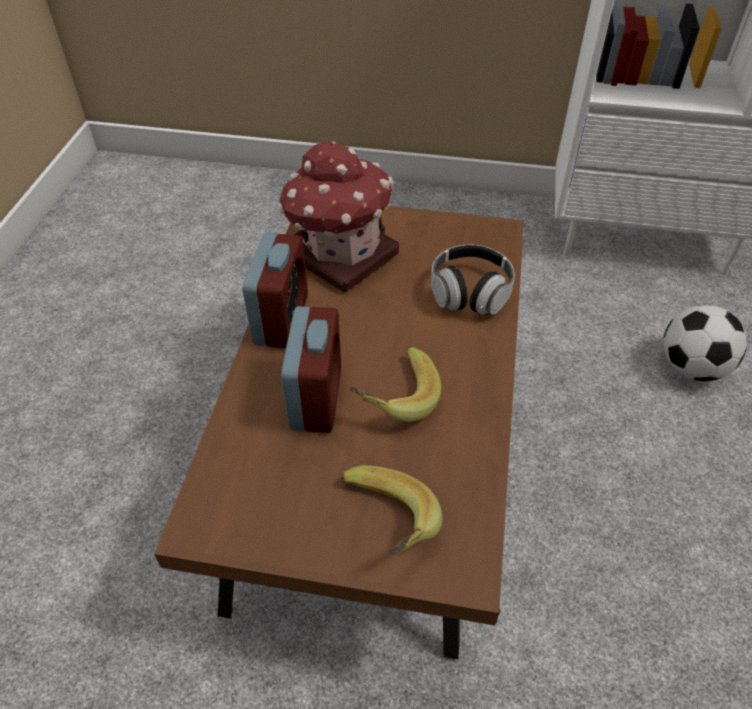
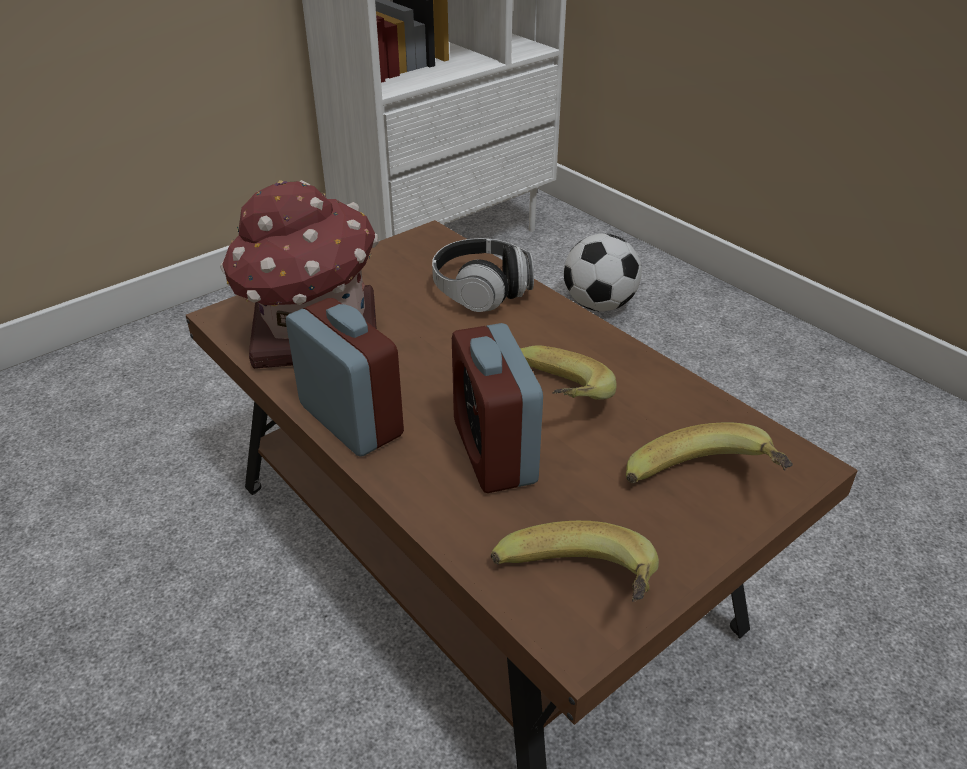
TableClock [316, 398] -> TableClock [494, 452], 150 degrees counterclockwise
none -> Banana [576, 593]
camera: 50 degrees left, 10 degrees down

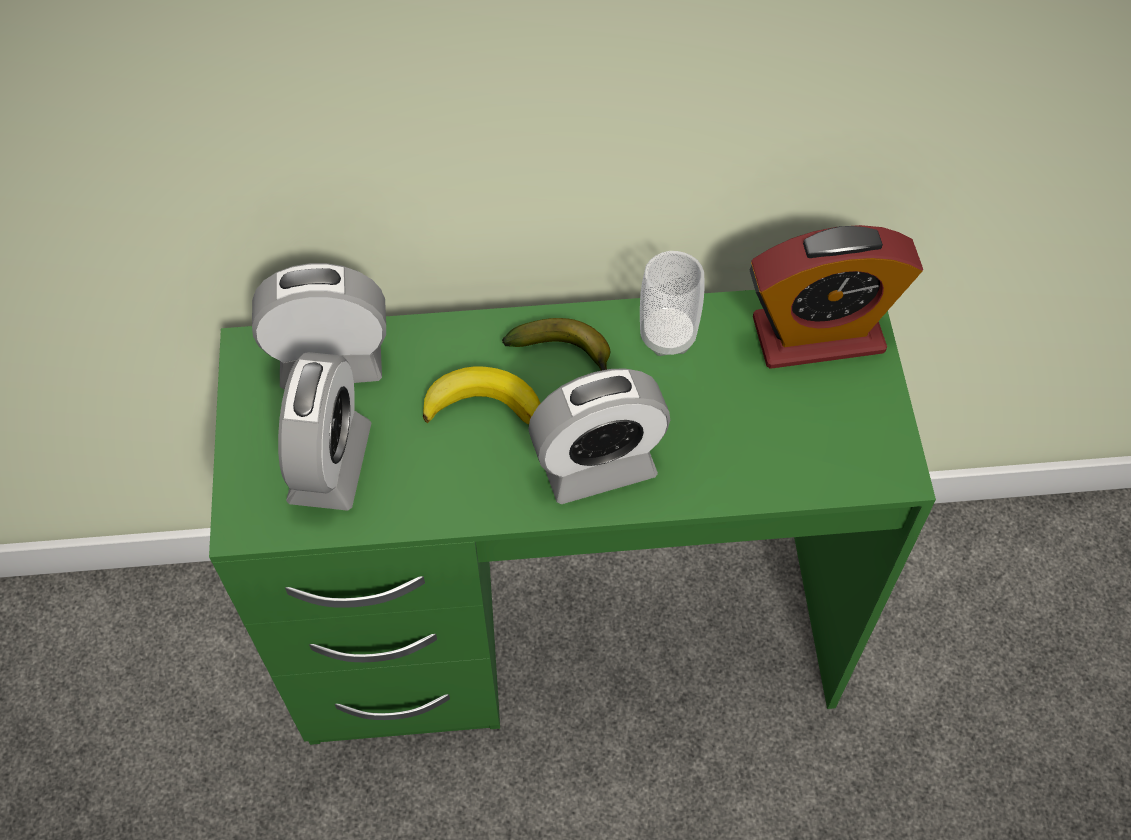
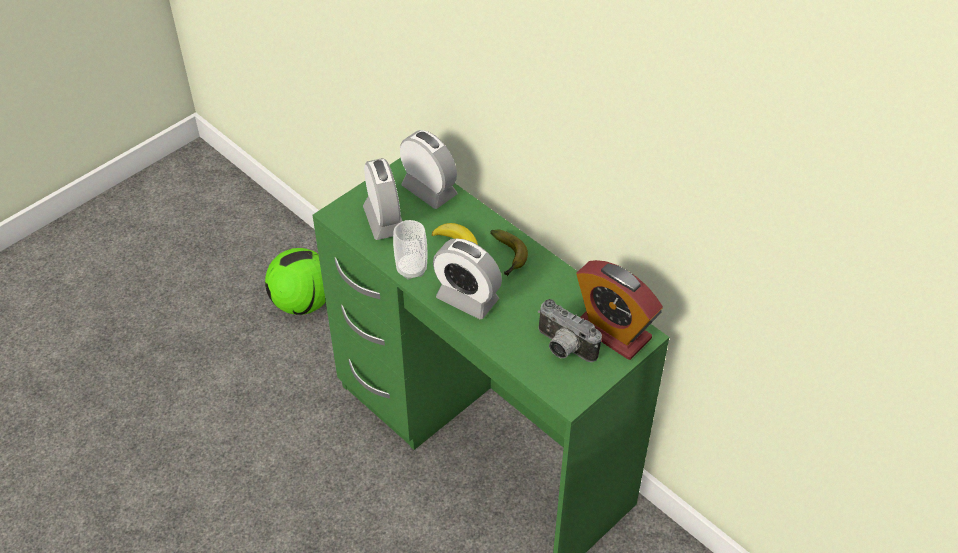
Cup [667, 336] -> Cup [411, 269], moved
TableClock [330, 463] -> TableClock [384, 220], 75 degrees counterclockwise
none -> BallForFootball [303, 302]
none -> PhotoCamera [563, 348]
camera: 50 degrees right, 10 degrees down

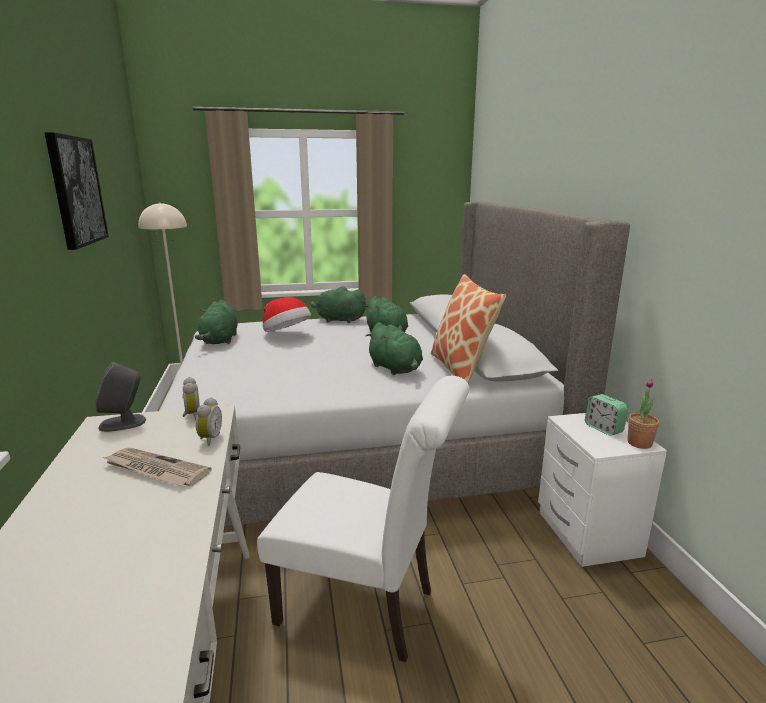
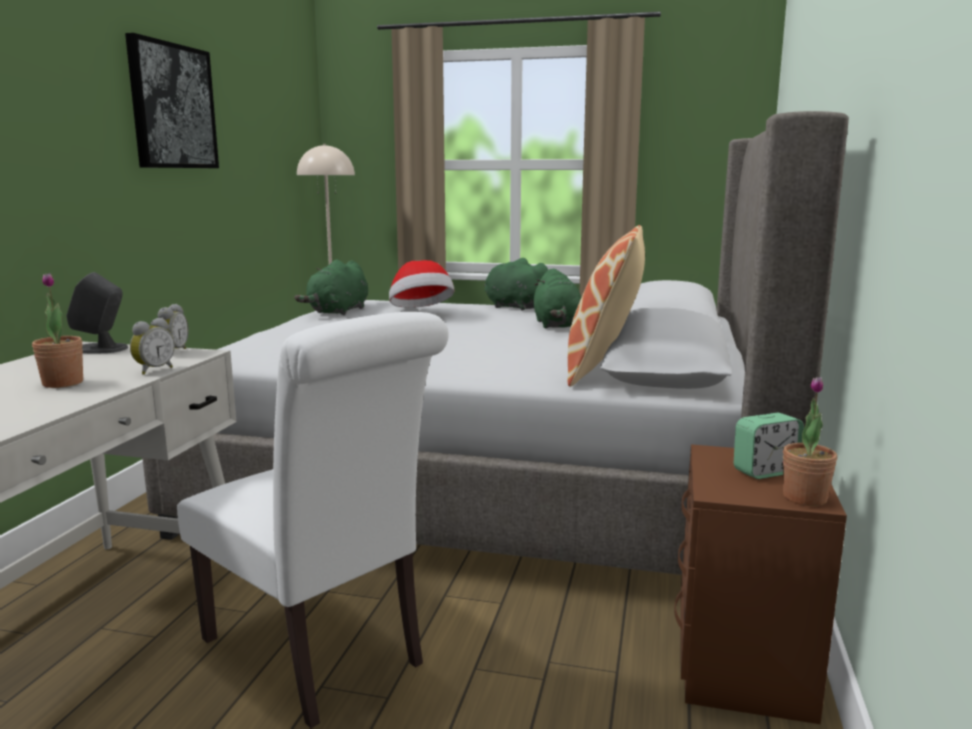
GreenishSoftToy [396, 369] -> none
TableClock [603, 428] -> TableClock [765, 471], 105 degrees counterclockwise
WhitishBedsideTable [587, 535] -> BrownColouredBedsideTable [740, 666]
DailyPaper [155, 470] -> Houseplant [63, 383]
camera: 25 degrees right, 5 degrees down

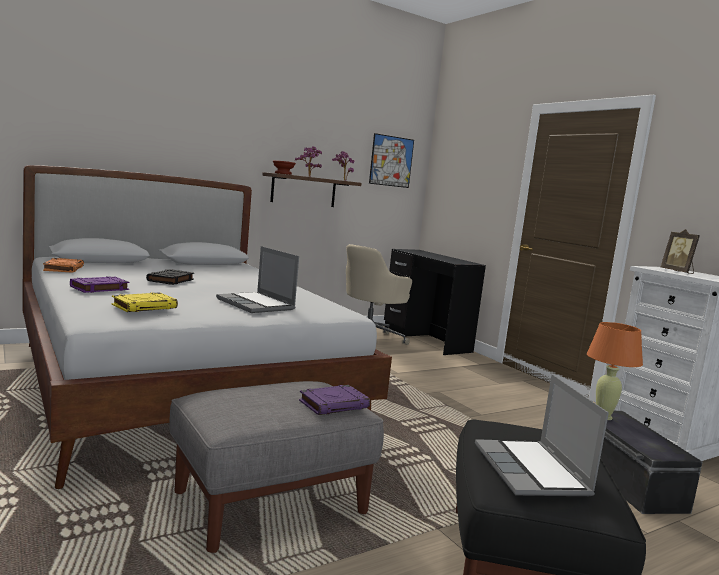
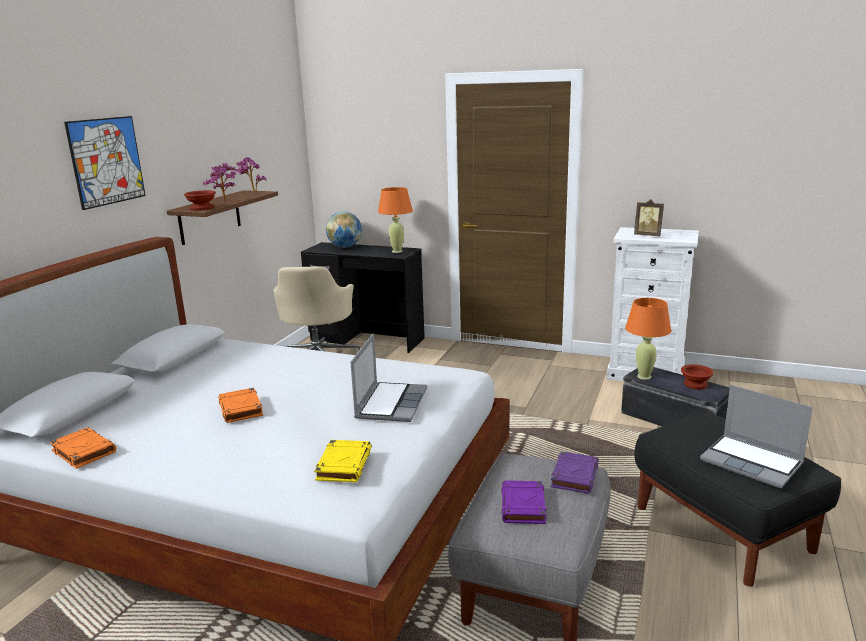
WallArt [391, 161] -> WallArt [106, 161], moved
Laptop [257, 304] -> Laptop [390, 403], 90 degrees counterclockwise
BlackColouredVolume [170, 280] -> OrangeVolume [241, 409]
PurplishVolume [99, 288] -> PurplishVolume [523, 506], moved
none -> OrangeTabletopLamp [397, 251]
none -> Globe [345, 247]
none -> BrownColouredDeepDish [695, 385]
camera: 35 degrees left, 10 degrees up

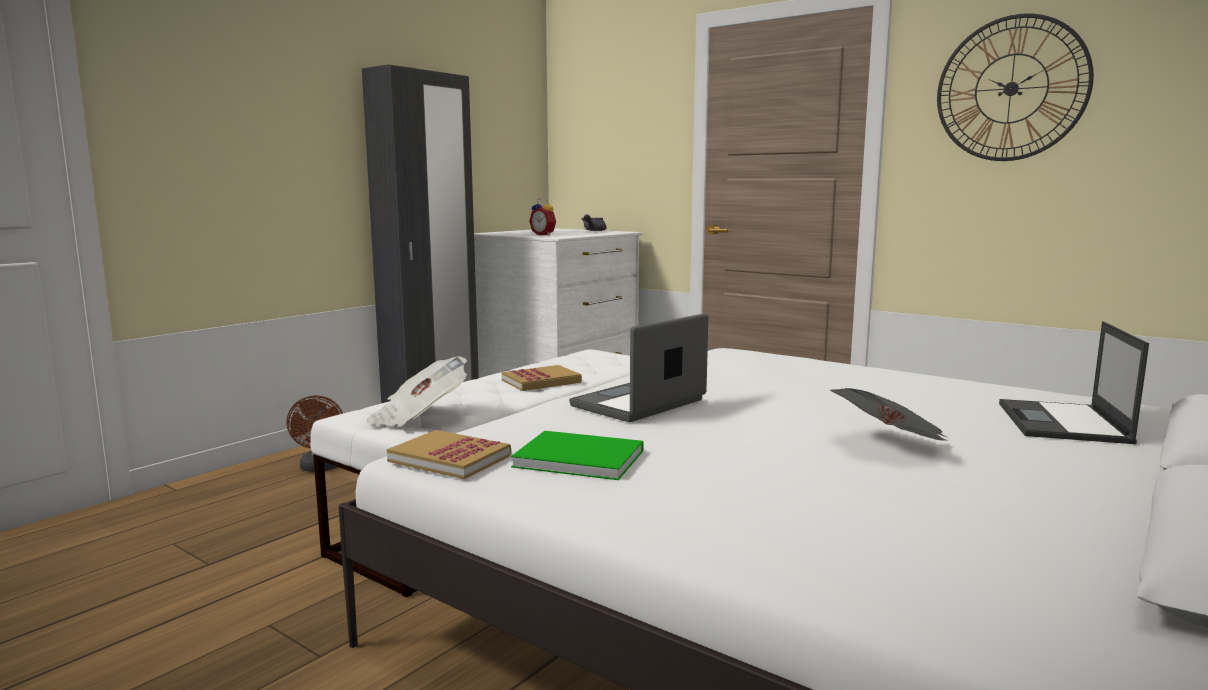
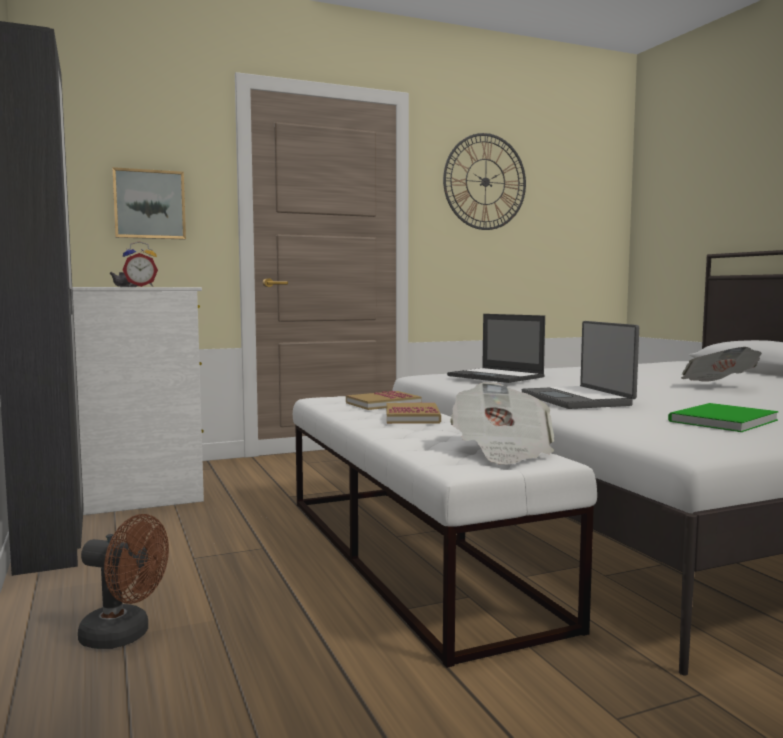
Laptop [1063, 423] -> Laptop [496, 376], moved
Volume [450, 458] -> Volume [383, 403], moved
none -> WallArt [149, 204]
camera: 60 degrees left, 5 degrees down

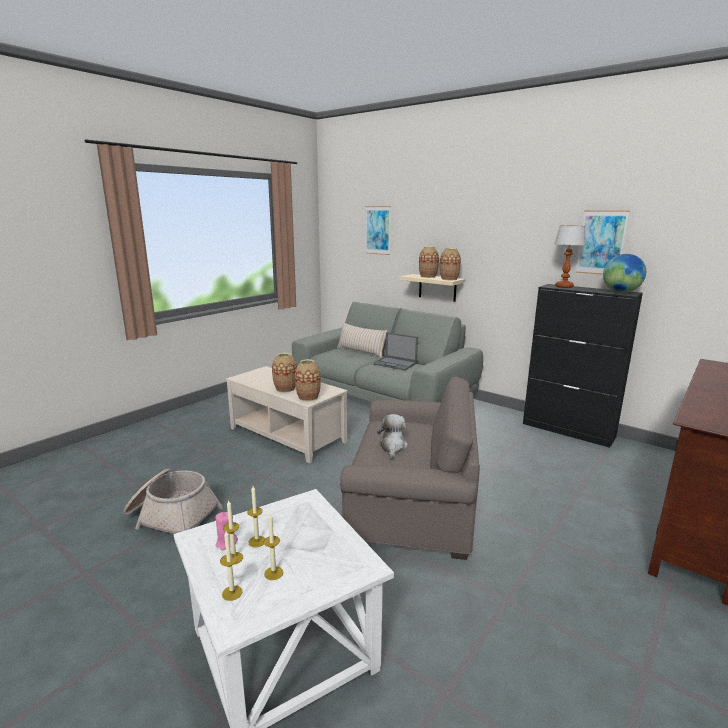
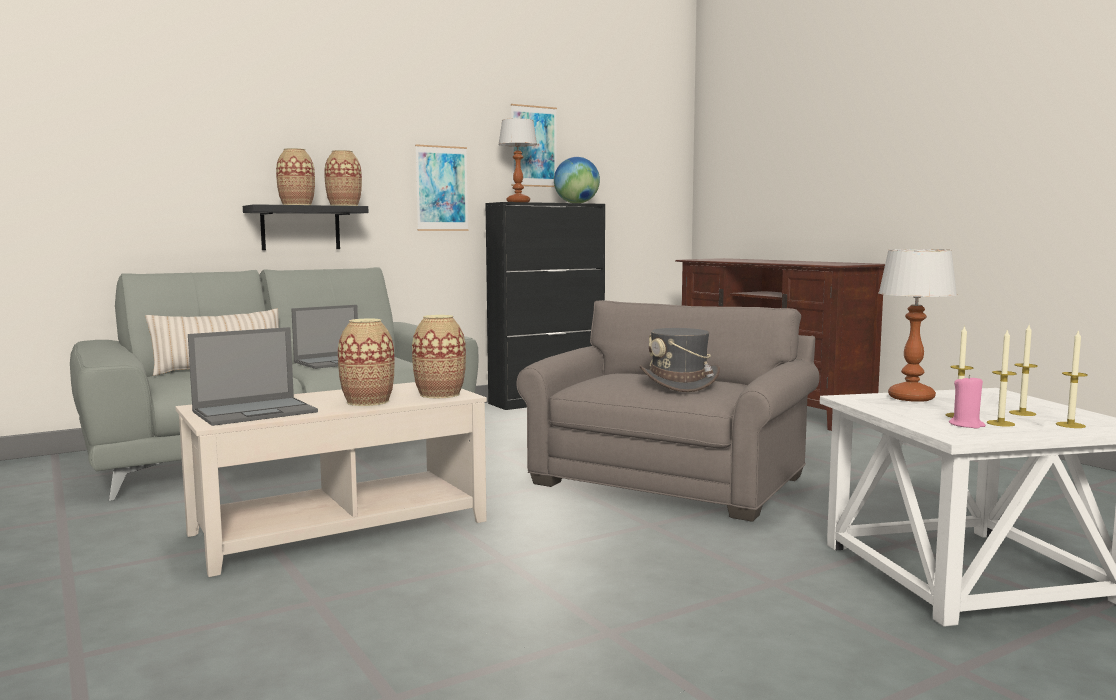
WallArt [377, 230] -> WallArt [441, 188], moved
SandColouredShelf [437, 287] -> BlackColouredShelf [300, 228]
SoftToy [392, 447] -> GreyishHat [679, 384]
StorageBasket [172, 516] -> none
none -> TabletopLamp [912, 398]
none -> Laptop [256, 412]
camera: 70 degrees left, 10 degrees down

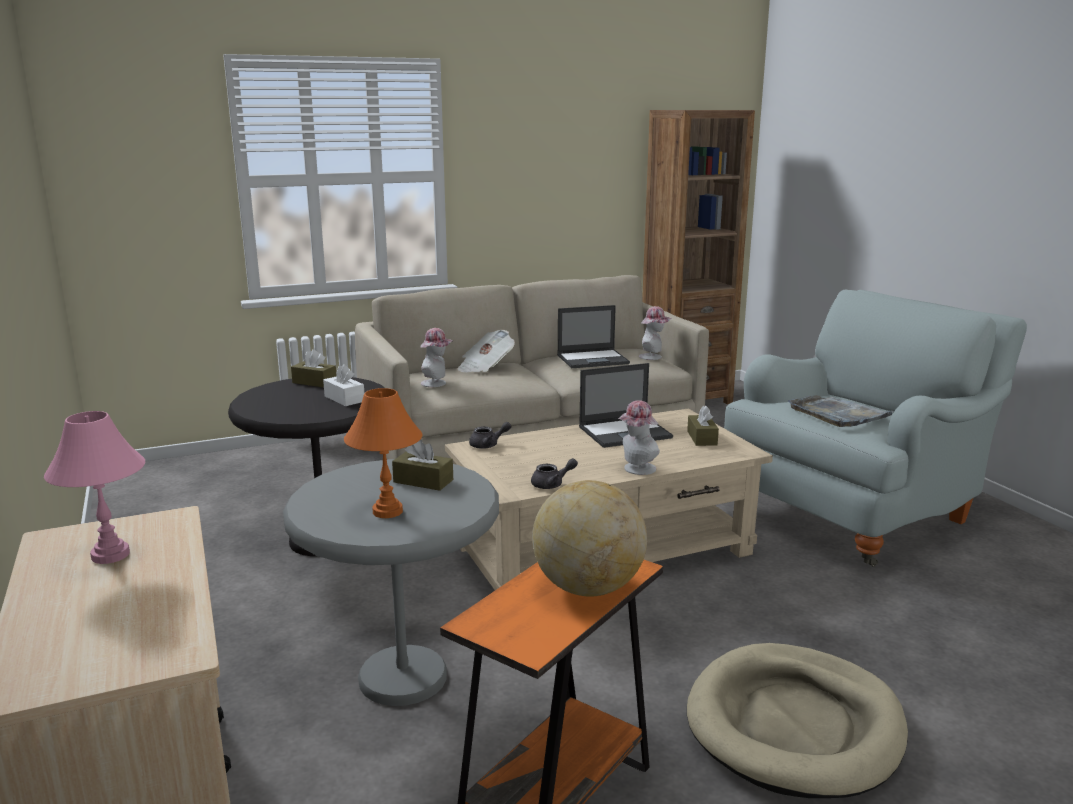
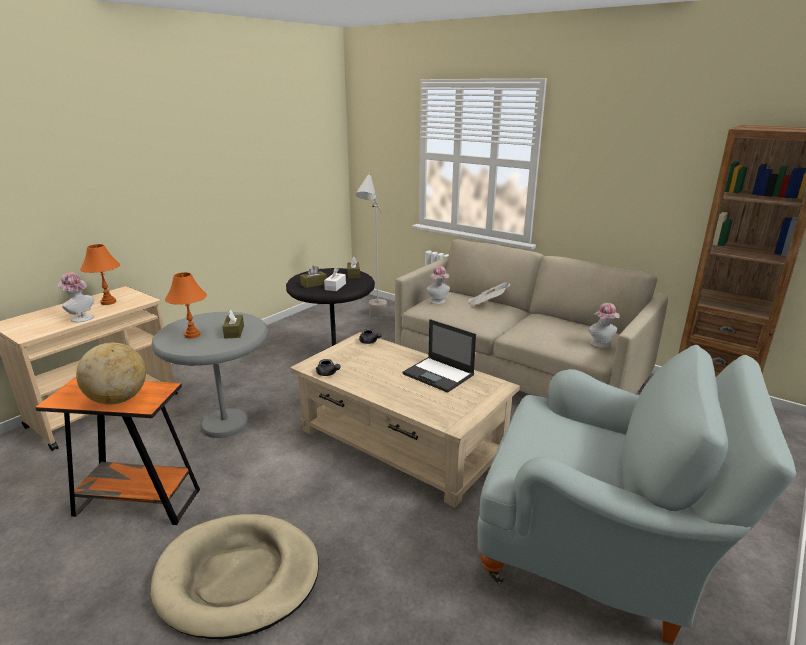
Laptop [593, 359] -> none
GreyishCarryingTray [838, 414] -> none
Hat [636, 469] -> Hat [80, 317], moved
BrownColouredTissueBox [702, 438] -> BrownColouredTissueBox [313, 284], moved
PinkTabletopLamp [109, 555] -> OrangeTabletopLamp [108, 302]
none -> GreyishStandardLamp [374, 319]
camera: 60 degrees right, 5 degrees up

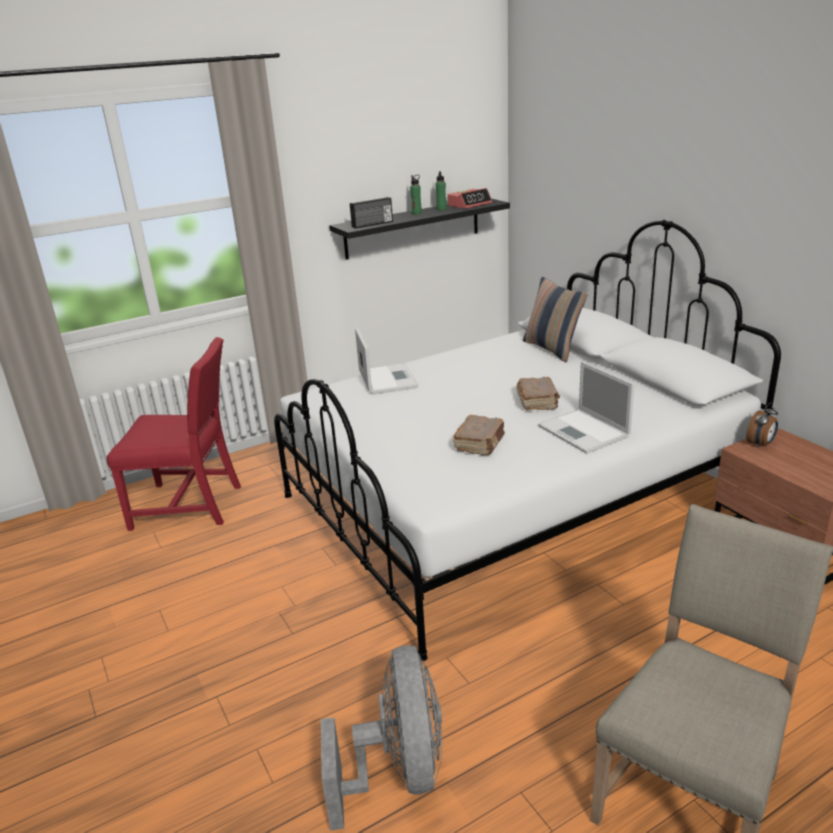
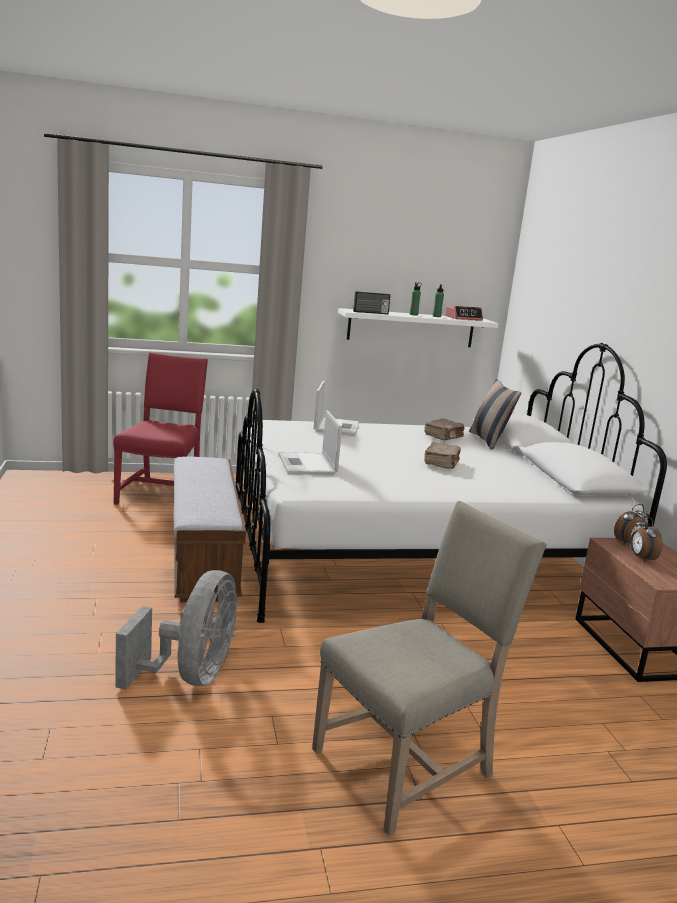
BlackColouredShelf [413, 228] -> WhitishShelf [411, 328]
RedChair [191, 505] -> RedChair [162, 494], 105 degrees counterclockwise
Laptop [585, 432] -> Laptop [307, 465], moved
BrownColouredVolume [480, 444] -> BrownColouredVolume [444, 436], moved
none -> IndoorBench [203, 557]
none -> TableClock [641, 558]
camera: 15 degrees right, 10 degrees down

